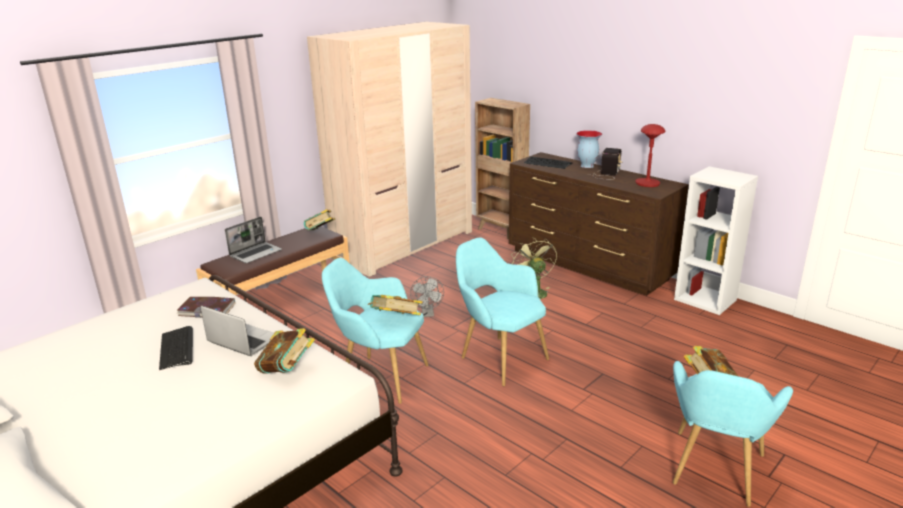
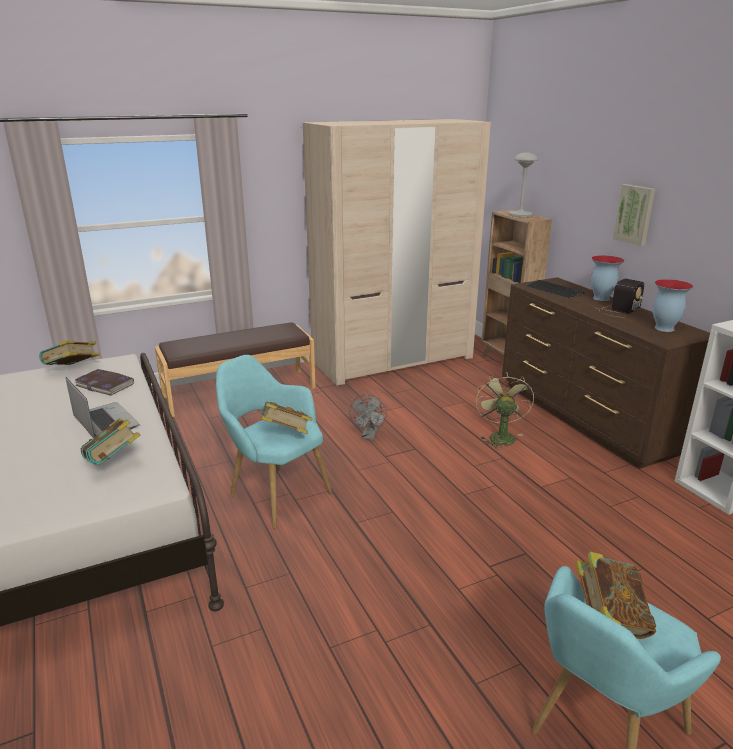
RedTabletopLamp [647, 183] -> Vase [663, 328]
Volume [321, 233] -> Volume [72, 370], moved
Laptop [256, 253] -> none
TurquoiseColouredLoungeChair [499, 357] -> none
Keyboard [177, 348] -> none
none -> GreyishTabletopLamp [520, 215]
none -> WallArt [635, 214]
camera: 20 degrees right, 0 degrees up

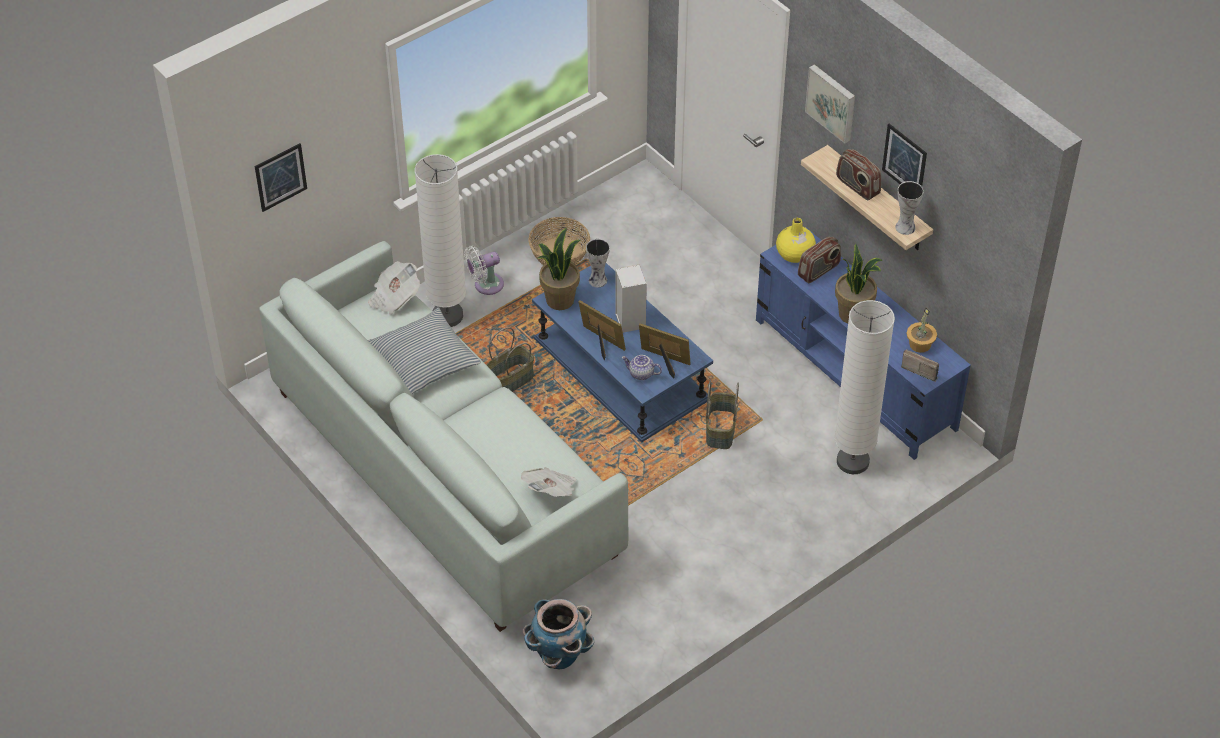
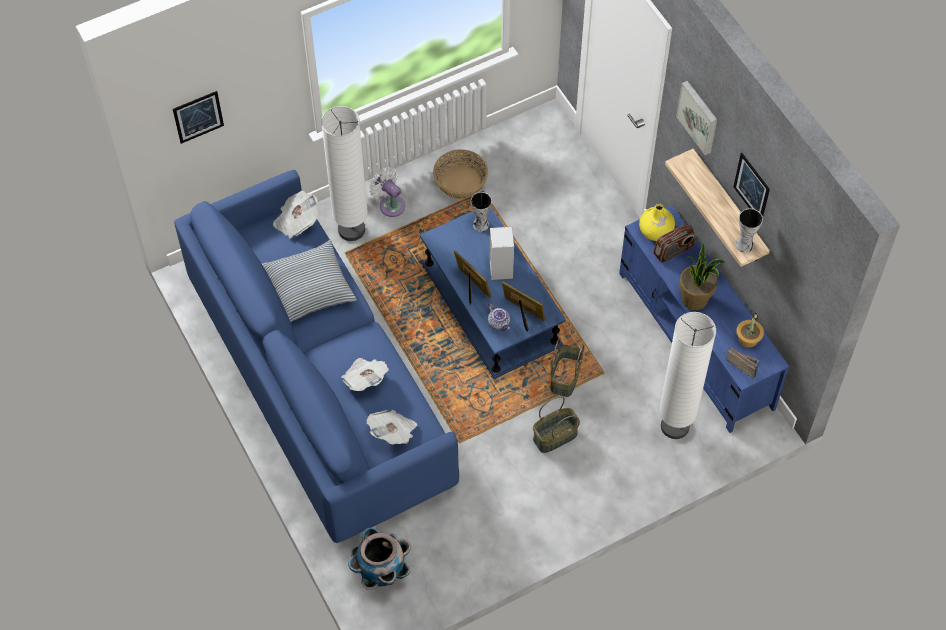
RadioSet [857, 186] -> none
Houseplant [559, 299] -> none
WhitishCouch [444, 473] -> BlueCouch [318, 382]
WhitishElectricFan [485, 285] -> WhitishElectricFan [390, 204], 60 degrees clockwise
StorageBasket [510, 381] -> StorageBasket [555, 437], moved
TeaPot [641, 374] -> TeaPot [499, 323], 150 degrees counterclockwise
none -> DailyPaper [365, 379]
camera: 10 degrees right, 10 degrees up

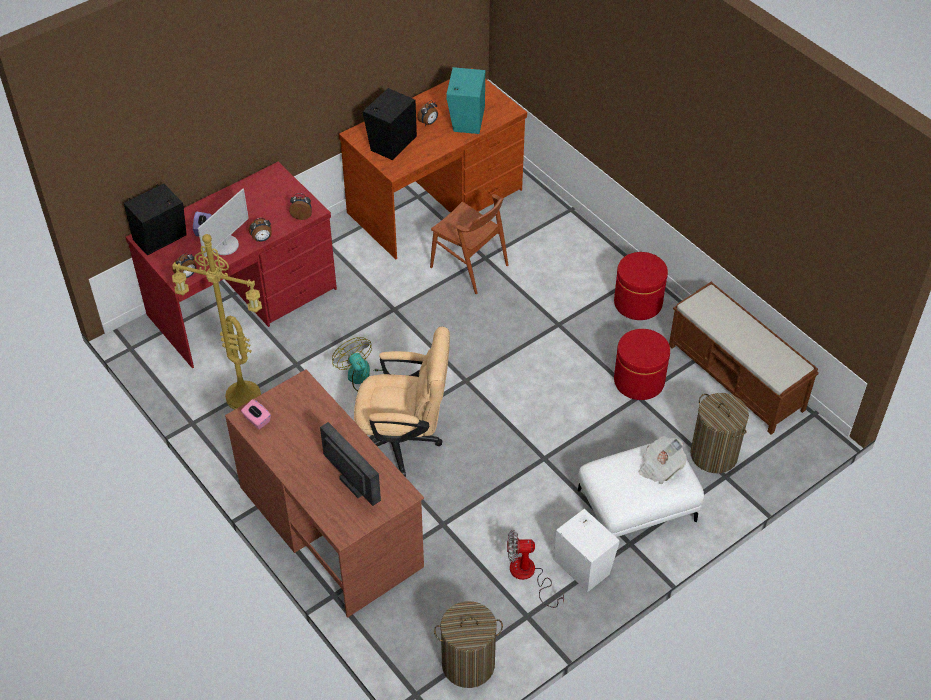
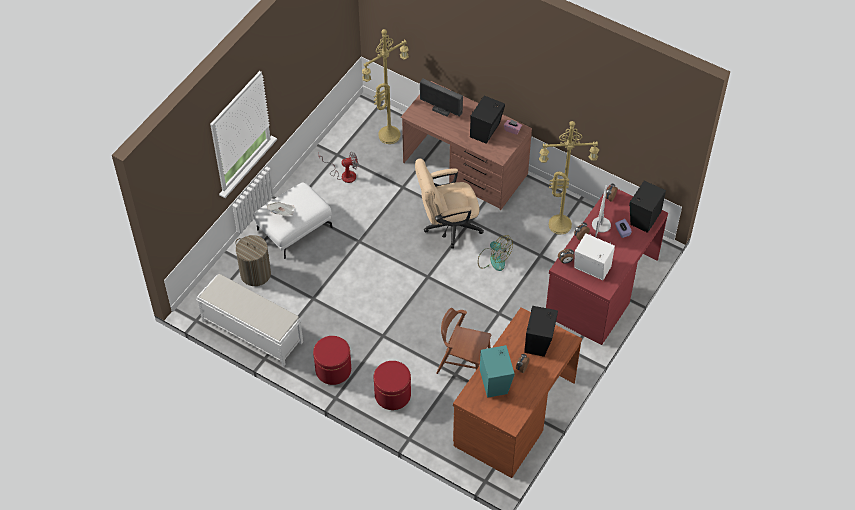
BrownColouredIndoorBench [736, 378] -> WhitishIndoorBench [251, 331]
RedFootrest [639, 381] -> RedFootrest [392, 395], moved
WhitishSpeaker [582, 564] -> WhitishSpeaker [592, 268], moved
LaundryBasket [468, 664] -> none
none -> YellowishStandardLamp [389, 134]
none -> BlackColouredSpeaker [486, 130]
camera: 160 degrees right, 5 degrees up

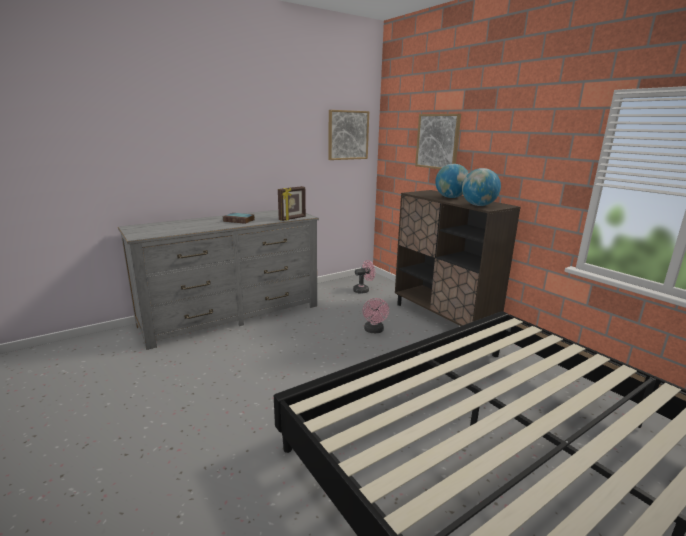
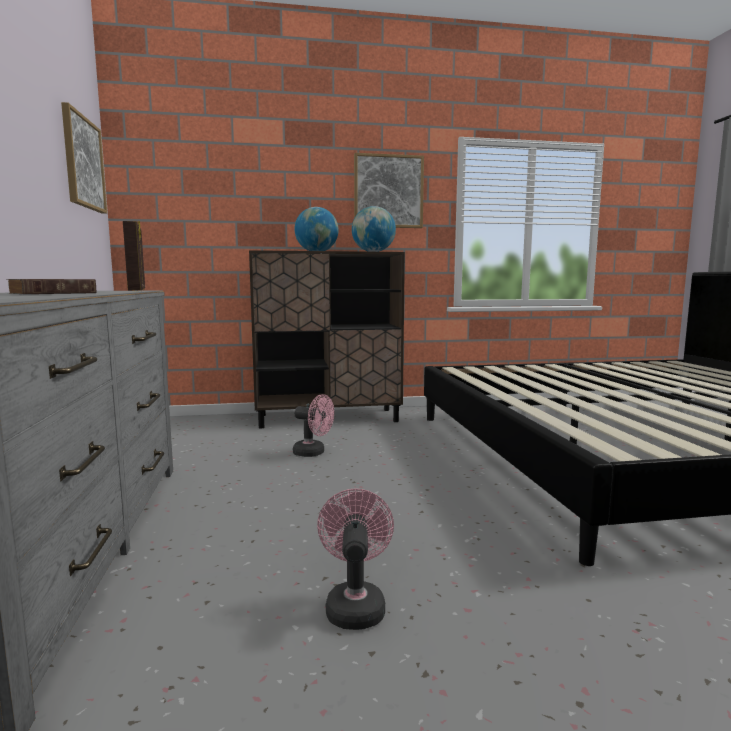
WallArt [437, 141] -> WallArt [388, 191], moved
PinkElectricFan [363, 290] -> PinkElectricFan [355, 604], moved
camera: 65 degrees left, 10 degrees down

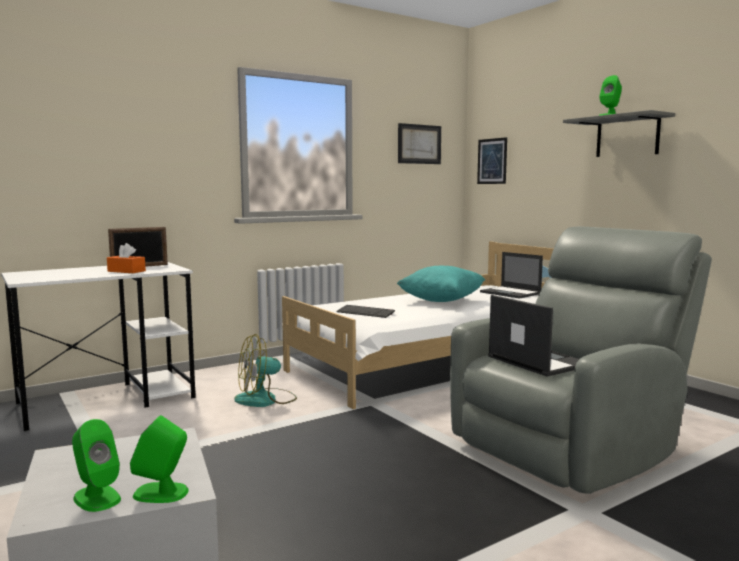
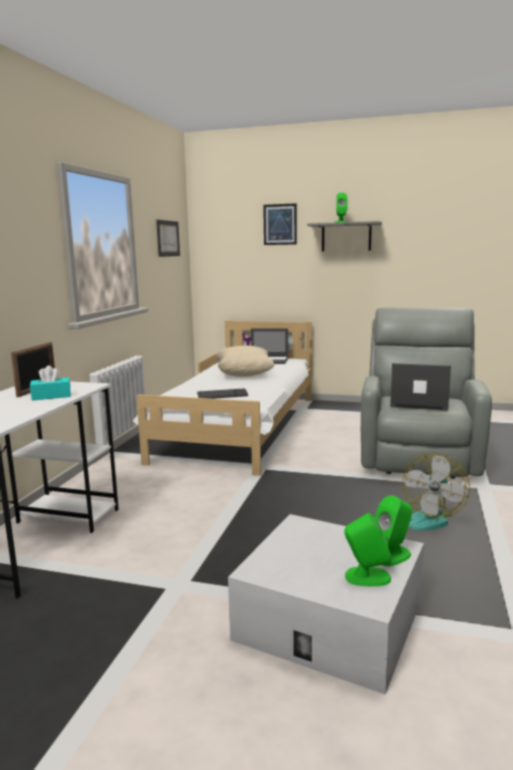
WallArt [492, 161] -> WallArt [280, 224], moved
OrangeTissueBox [126, 271] -> TurquoiseColouredTissueBox [51, 396]
TurquoiseColouredThrowPillow [441, 301] -> SandColouredThrowPillow [244, 375]
ElectricFan [265, 400] -> ElectricFan [428, 517], moved
camera: 40 degrees left, 5 degrees up

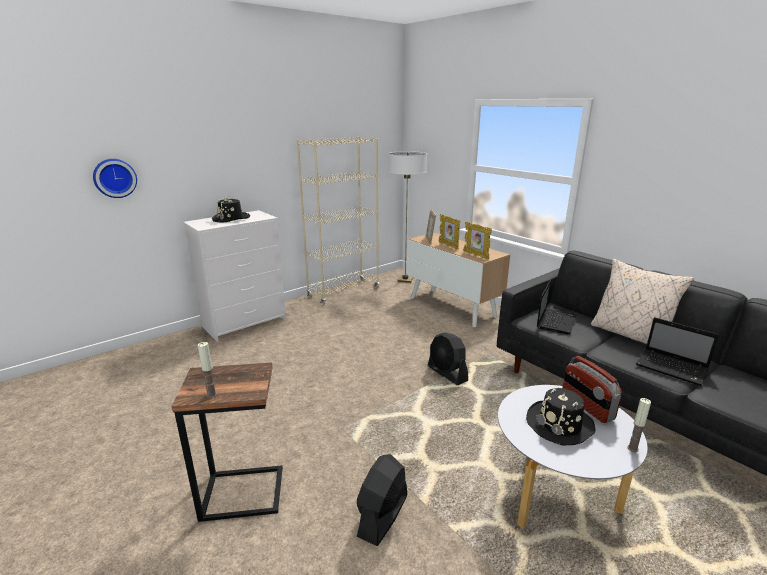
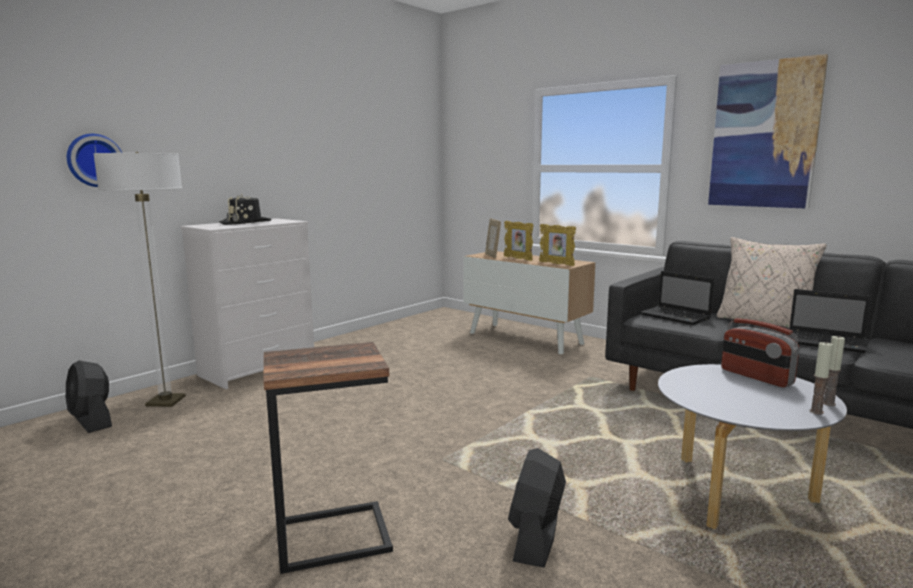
SandColouredBookcase [344, 292] -> none
StandardLamp [405, 280] -> StandardLamp [166, 401], moved
Laptop [556, 321] -> Laptop [676, 317], 120 degrees clockwise
BlackColouredElectricFan [447, 373] -> BlackColouredElectricFan [92, 421], moved
WaxLight [211, 395] -> WaxLight [816, 412], moved
BlackColouredHat [560, 424] -> none
none -> WallArt [764, 135]
camera: 10 degrees left, 10 degrees down

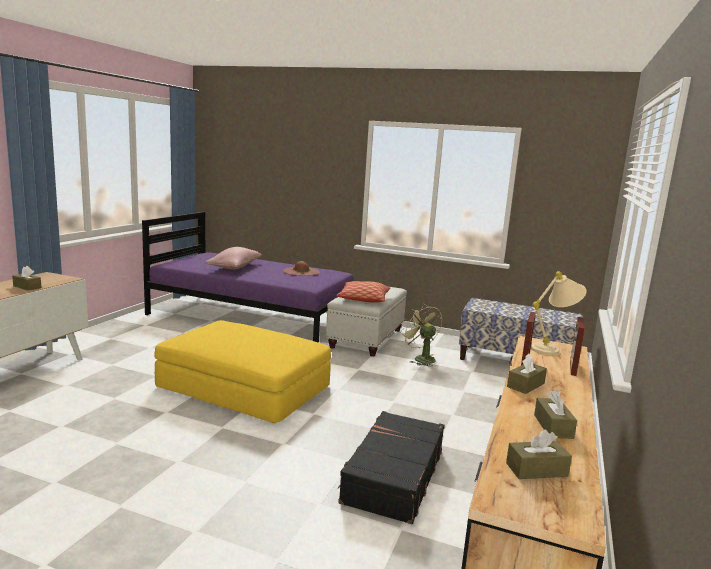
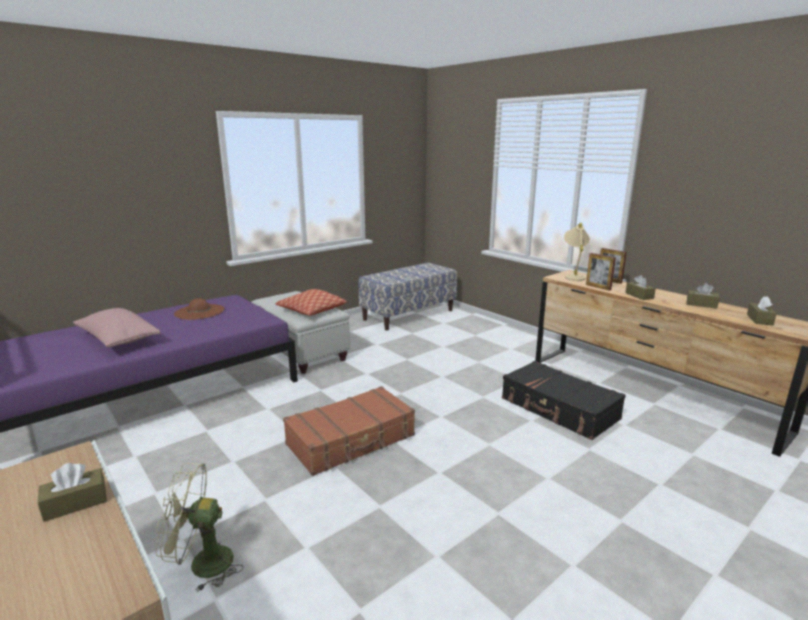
GreenishElectricFan [420, 358] -> GreenishElectricFan [202, 564], moved
YellowishFootrest [244, 385] -> BrownColouredTravelCase [351, 440]
camera: 60 degrees left, 5 degrees up

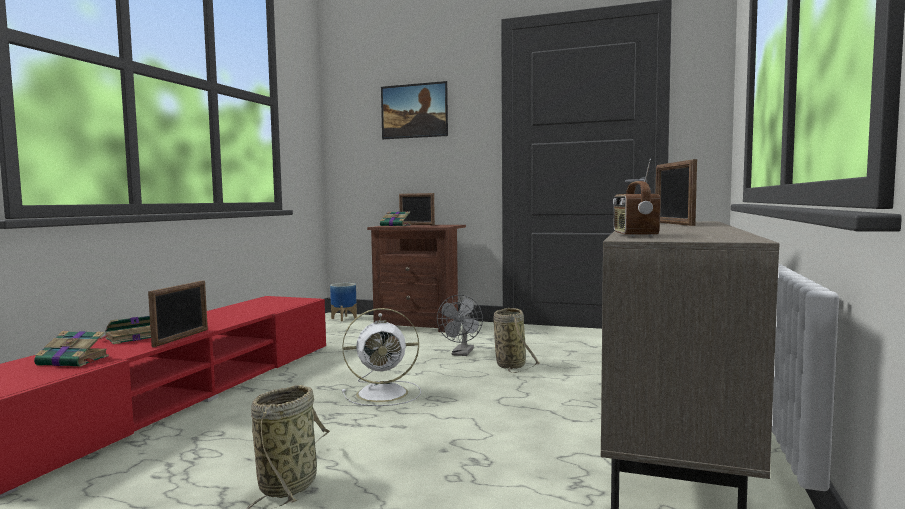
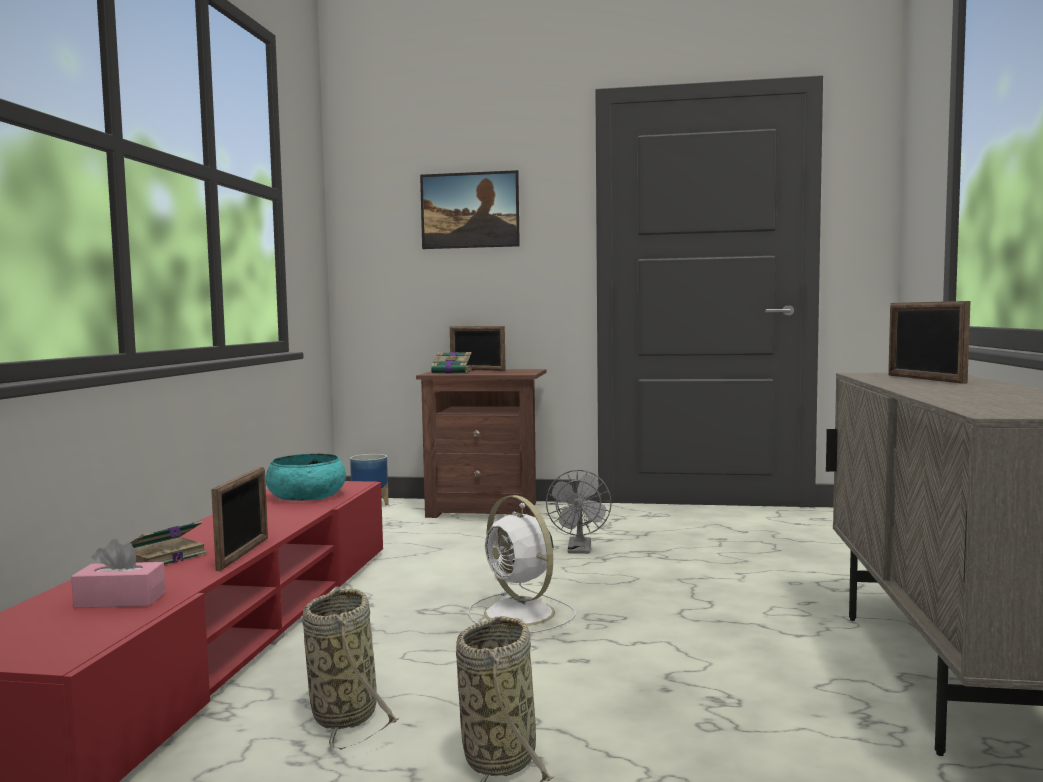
RadioSet [634, 235] -> none
WhitishElectricFan [385, 393] -> WhitishElectricFan [521, 614], 75 degrees clockwise
StorageBasket [510, 365] -> StorageBasket [344, 713], moved
Volume [74, 361] -> PinkTissueBox [120, 600]
none -> TurquoiseColouredDeepDish [307, 496]
camera: 10 degrees left, 0 degrees up

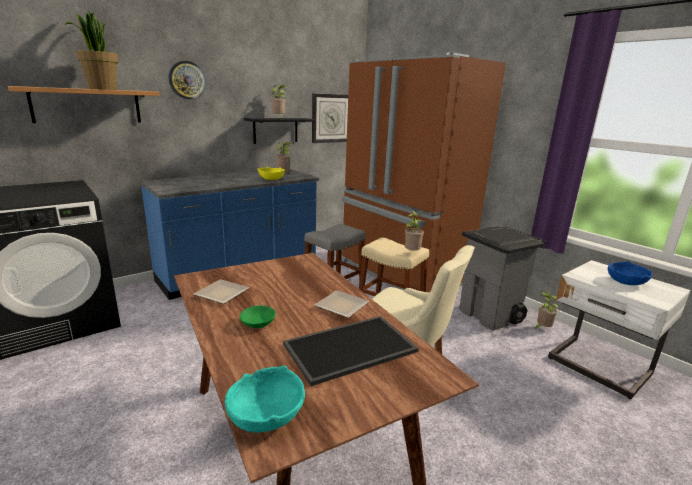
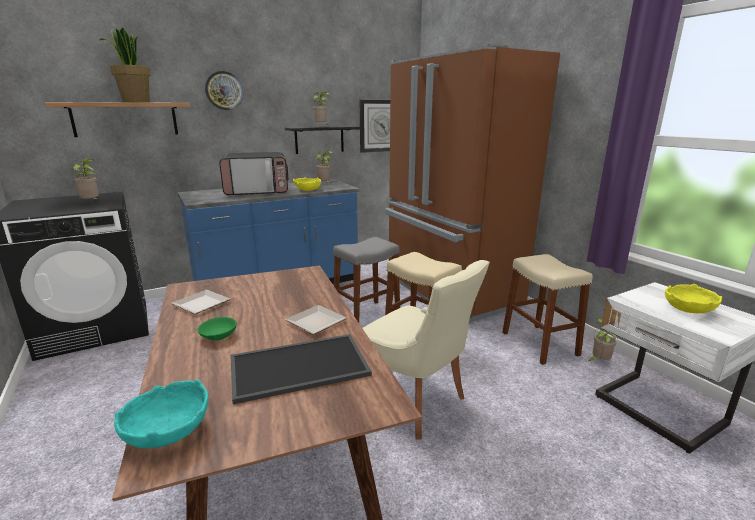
Houseplant [412, 253] -> Houseplant [92, 203], moved
GreyishTrashCan [491, 316] -> SandColouredSittingStool [539, 344]
BlueDeepDish [625, 282] -> YellowishDeepDish [687, 309]
none -> Microwave [257, 191]
camera: 10 degrees right, 0 degrees up

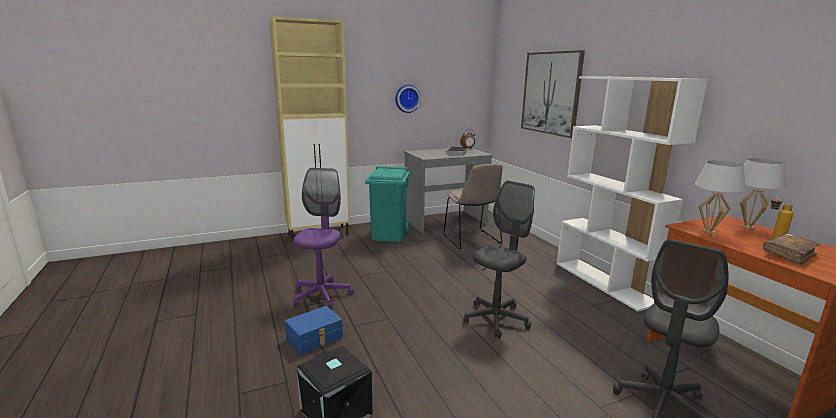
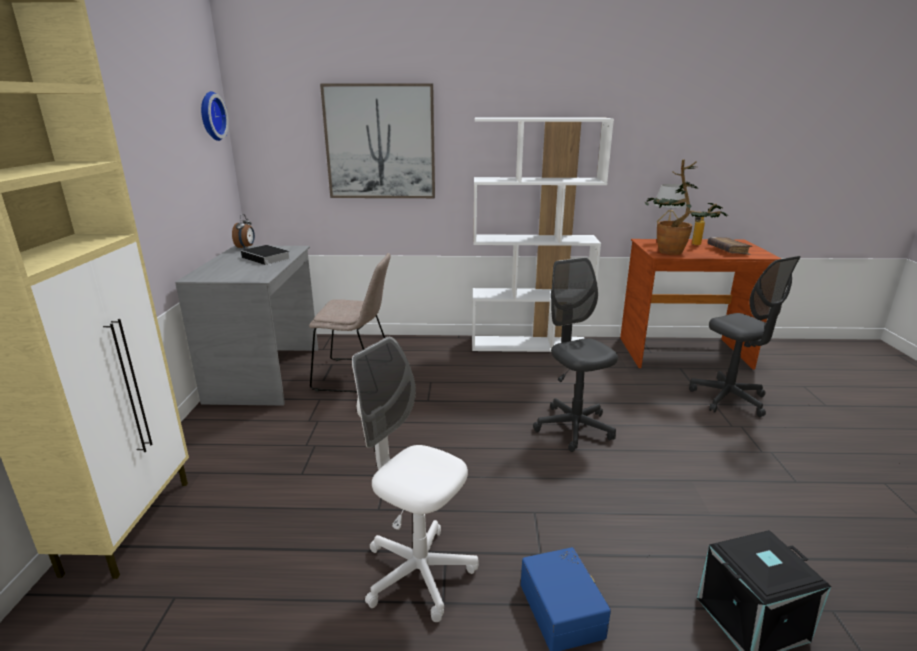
ClockOnTheWall [407, 98] -> ClockOnTheWall [210, 116], moved
WhitishTabletopLamp [709, 232] -> Houseplant [676, 253]
TurquoiseColouredTrashCan [389, 235] -> none
PurplishDeskChair [321, 295] -> WhitishDeskChair [418, 573]
camera: 65 degrees left, 5 degrees up

